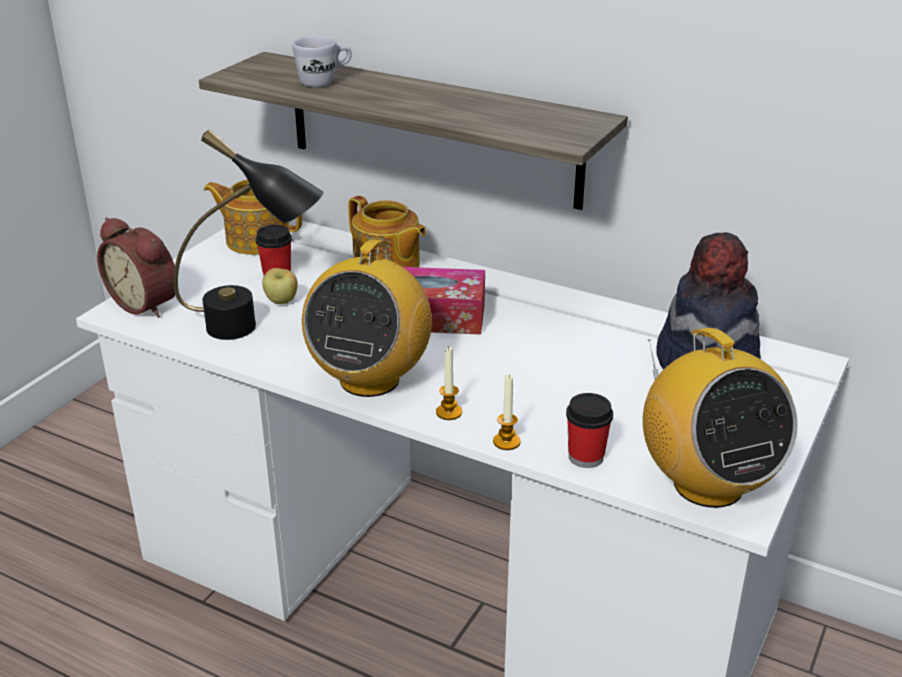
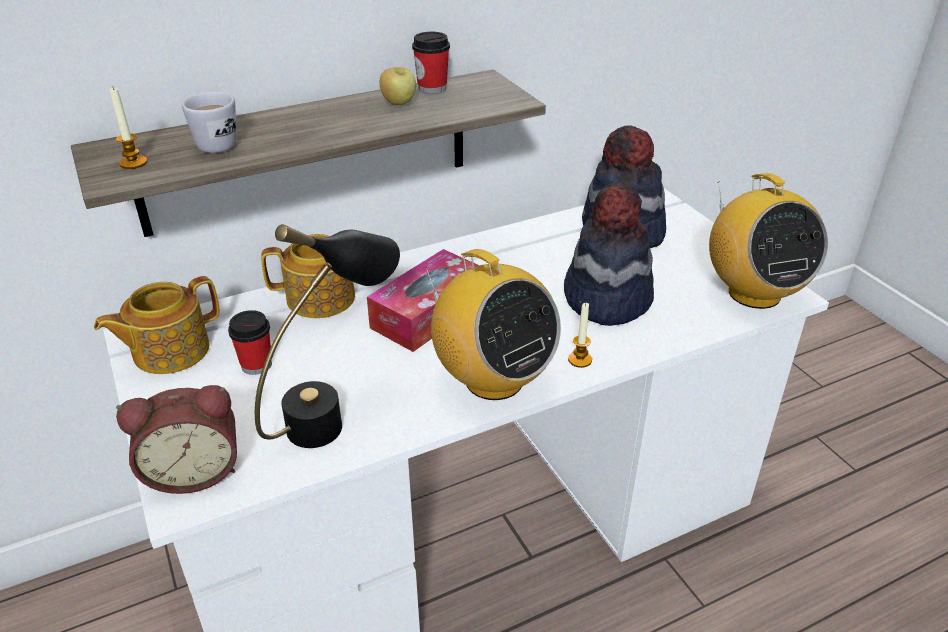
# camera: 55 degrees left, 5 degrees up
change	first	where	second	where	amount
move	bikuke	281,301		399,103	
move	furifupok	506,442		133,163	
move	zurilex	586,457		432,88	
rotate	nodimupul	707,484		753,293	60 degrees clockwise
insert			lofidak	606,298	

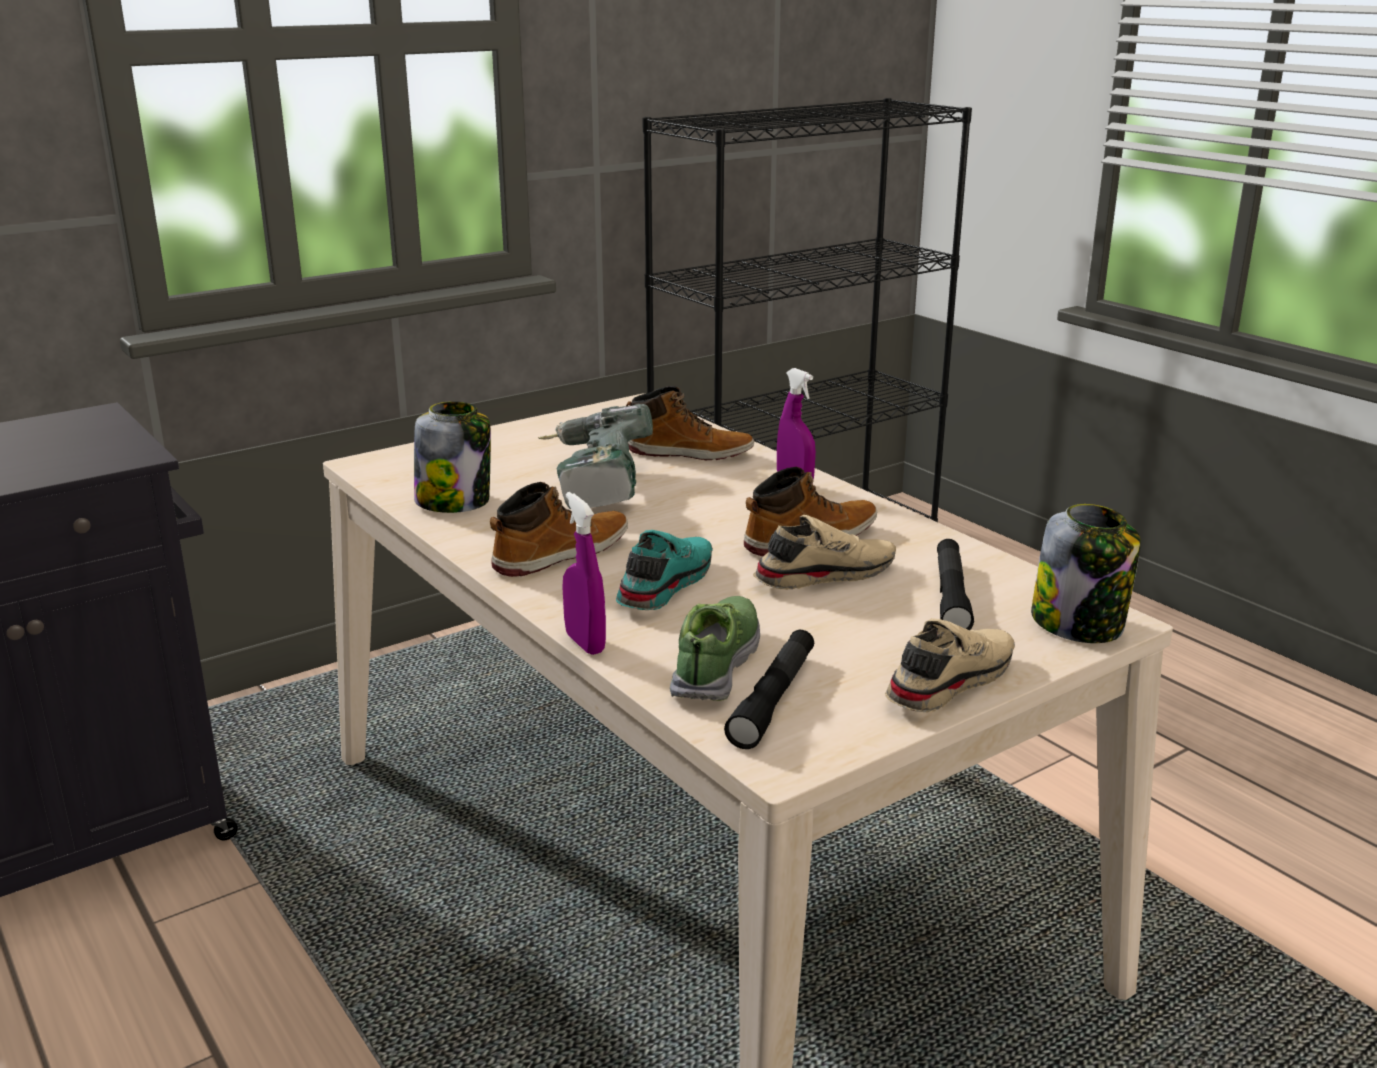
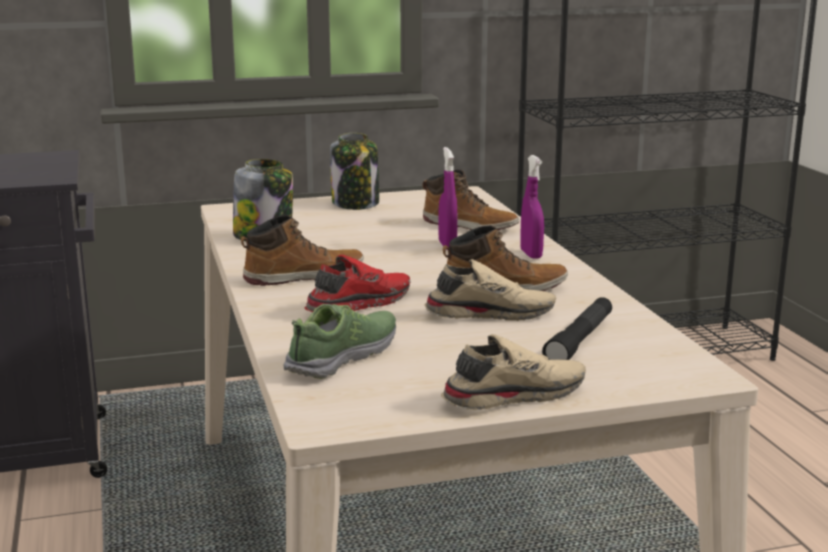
# camera: 20 degrees right, 5 degrees down
change	first	where	second	where	amount
delete	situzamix	592,485			
move	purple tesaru	585,643		447,245	
recolor	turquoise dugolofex	662,585	red dugolofex	357,304	
delete	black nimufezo	773,699			
move	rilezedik	1079,624		356,203	

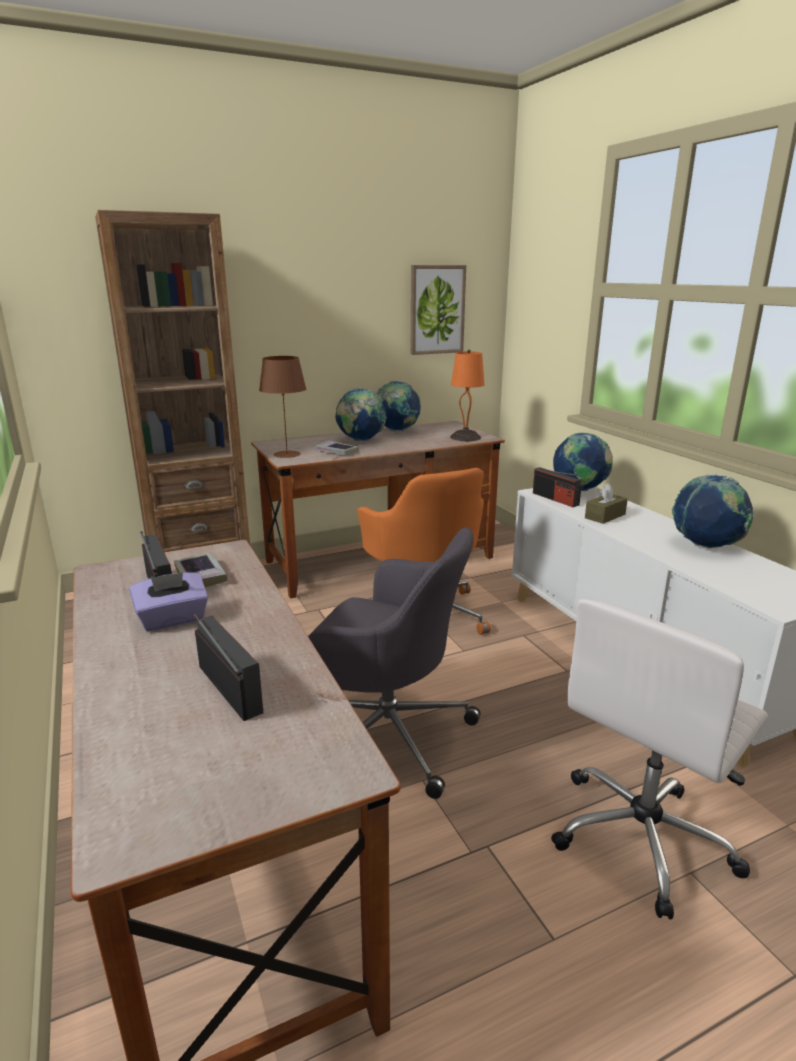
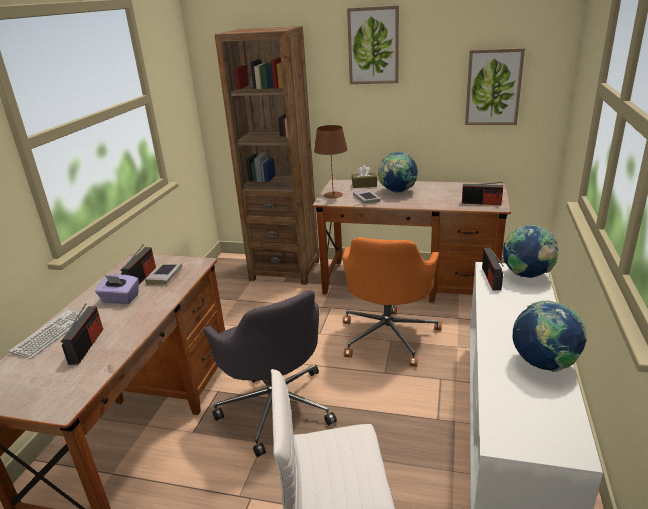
# camera: 40 degrees right, 5 degrees up
change	first	where	second	where	amount
delete	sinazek	396,431			
replace	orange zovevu	465,437	nodimupul	481,203	
move	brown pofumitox	605,516		364,185	
insert			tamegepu	50,334	
insert			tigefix	373,46	

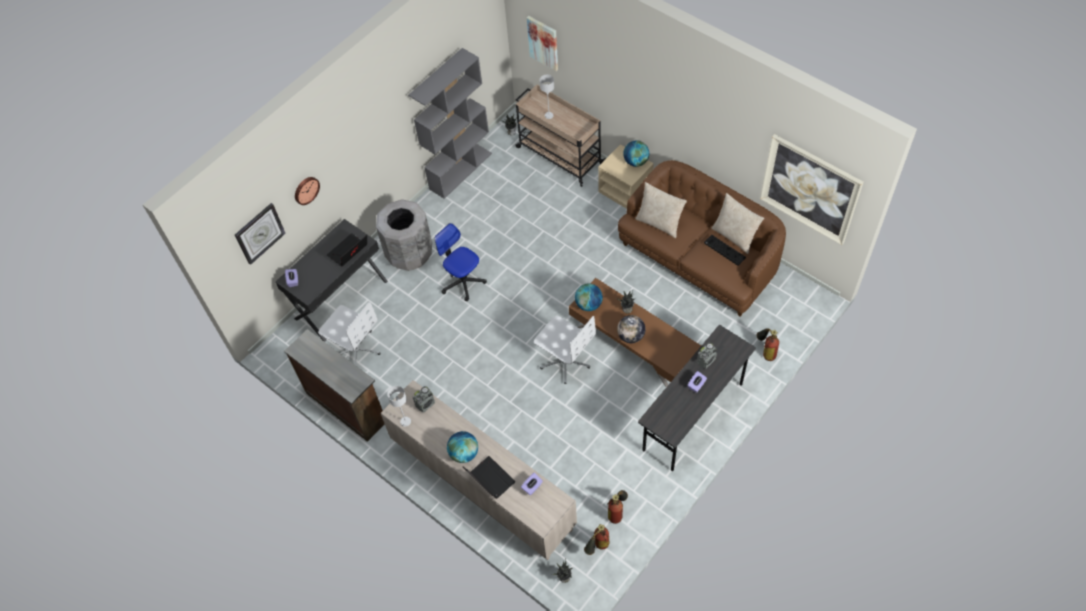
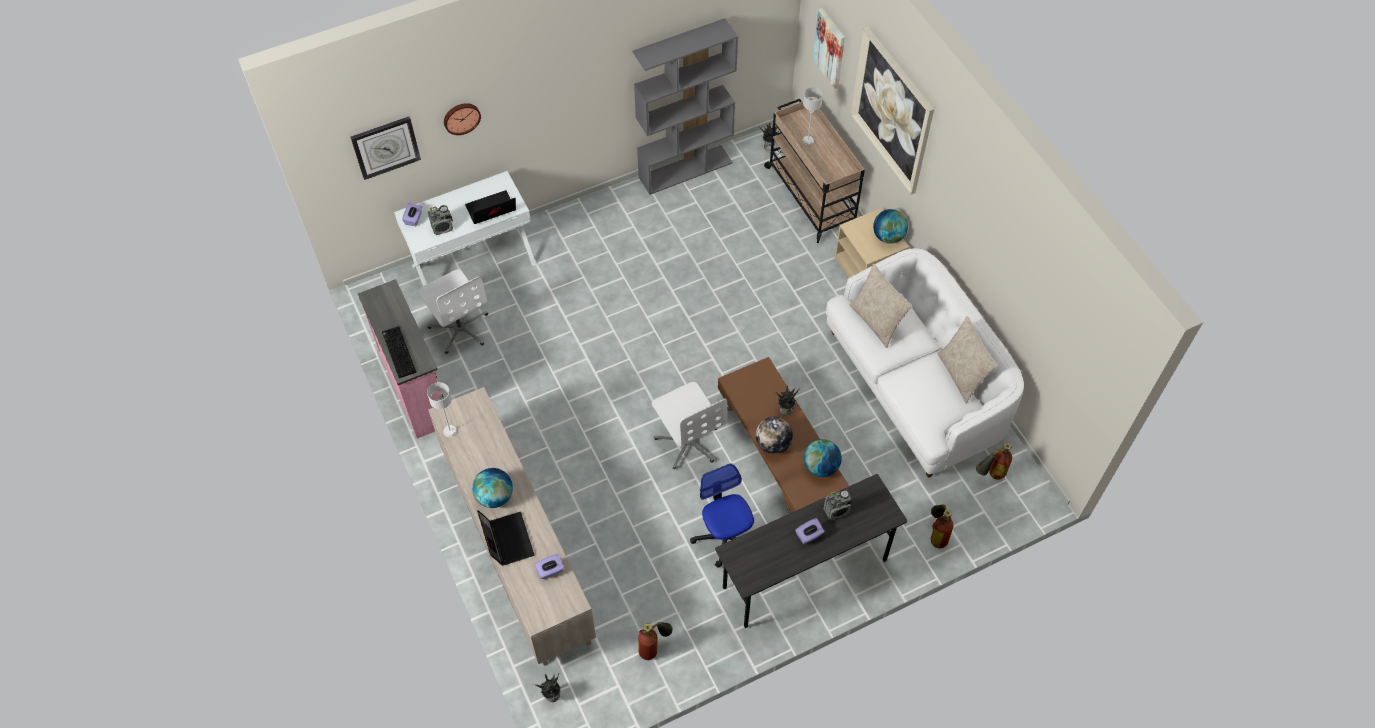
# camera: 20 degrees right, 0 degrees up
change	first	where	second	where	amount
recolor	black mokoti	340,299	white mokoti	473,264	
recolor	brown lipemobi	347,406	pink lipemobi	416,388	
delete	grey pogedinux	409,253			
move	nodimupul	425,404		443,228	
move	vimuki	463,281		725,536	
move	sinazek	588,304		820,467	
move	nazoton	597,548		990,475	
recolor	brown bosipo	699,258	white bosipo	915,386	
move	tamegepu	723,251		398,352	
move	tigefix	810,189		892,111	

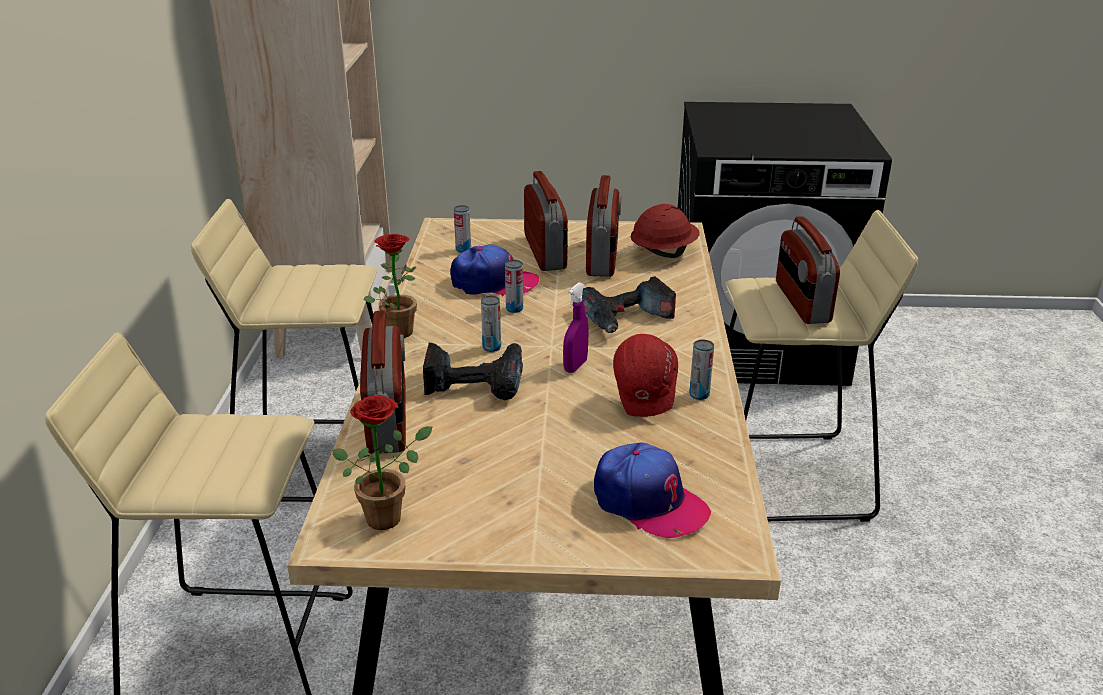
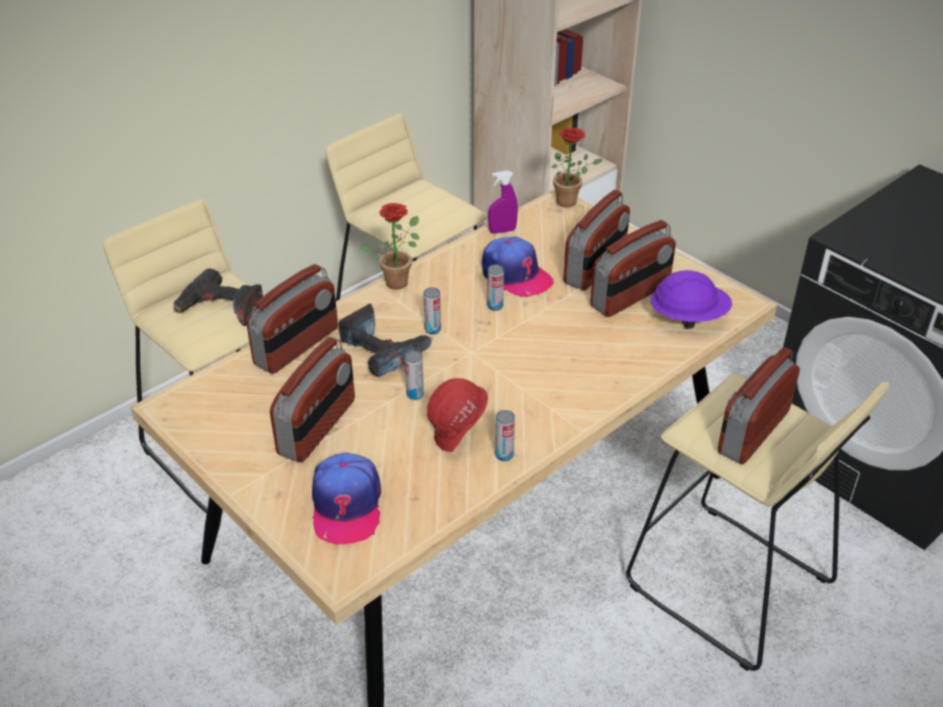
# camera: 45 degrees right, 10 degrees up
change	first	where	second	where	amount
move	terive	390,515		570,202	
move	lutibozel	463,250		415,394	
move	purple tesaru	575,366		502,231	
move	situzamix	627,319		221,308	
recolor	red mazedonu	663,253	purple mazedonu	688,318	
insert			nodimupul	318,427	

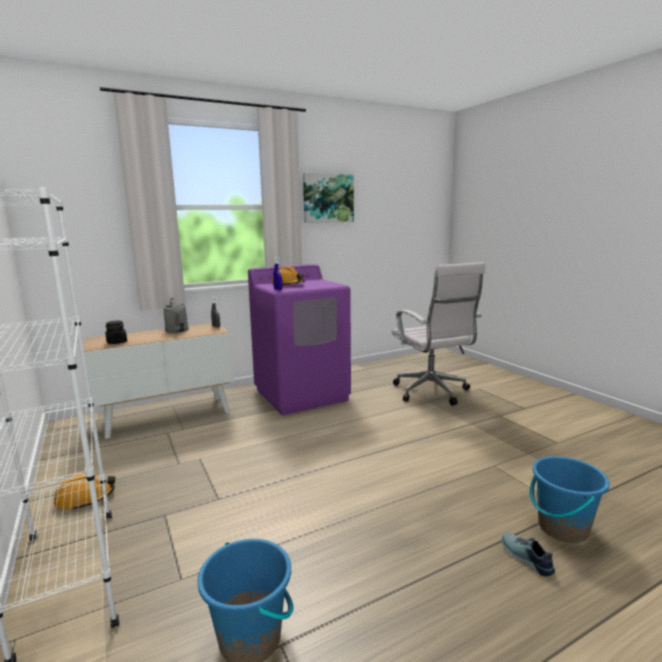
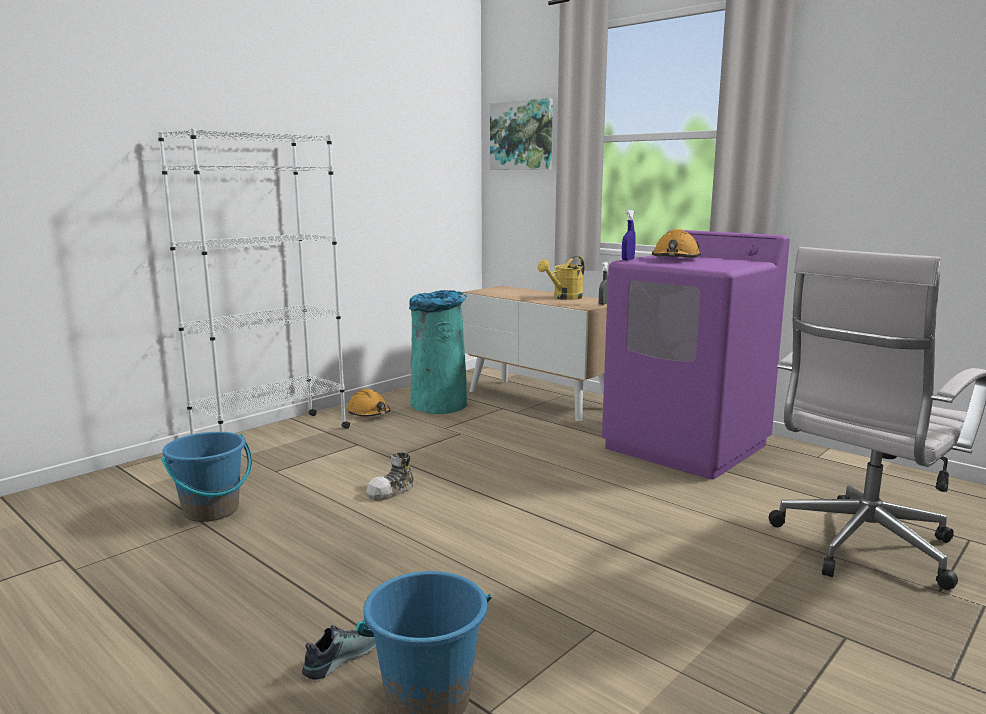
# camera: 70 degrees right, 0 degrees up
change	first	where	second	where	amount
delete	black rilezedik	117,342			
recolor	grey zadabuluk	177,331	yellow zadabuluk	564,298	
move	tigefix	328,198		522,135	
insert			dugolofex	392,491	
insert			turquoise pogedinux	439,404	

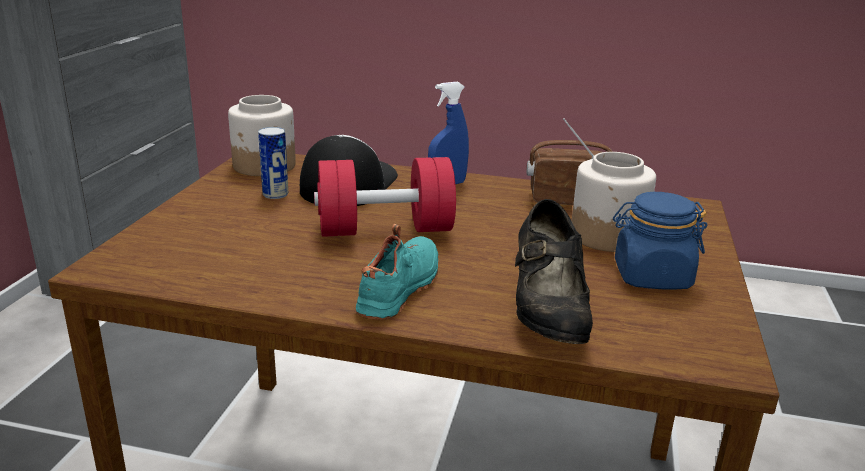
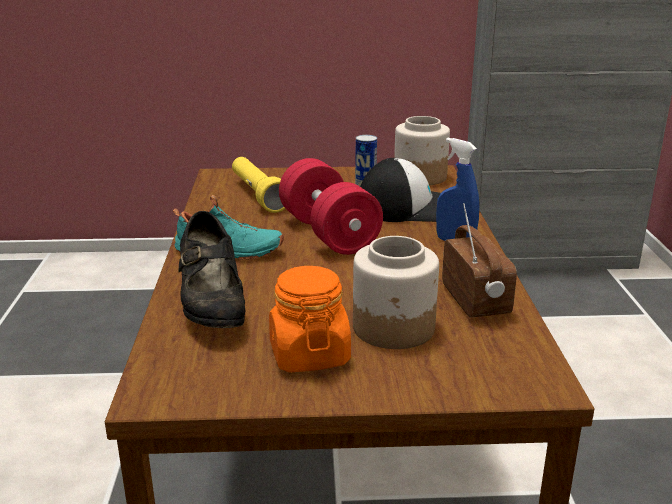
# camera: 75 degrees right, 0 degrees up
change	first	where	second	where	amount
rotate	black dugolofex	547,313		212,308	90 degrees counterclockwise
recolor	blue rilezedik	651,277	orange rilezedik	309,354	
insert			yellow nimufezo	258,195	

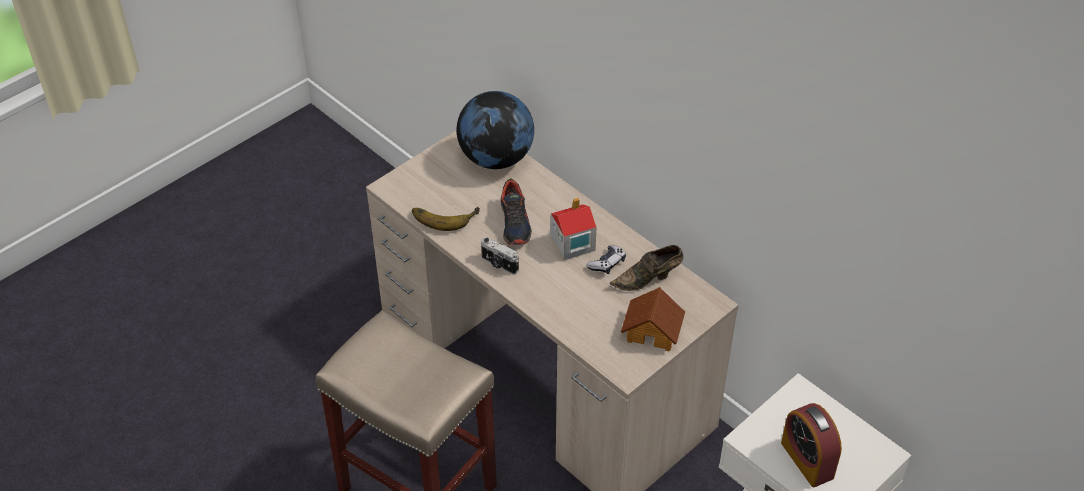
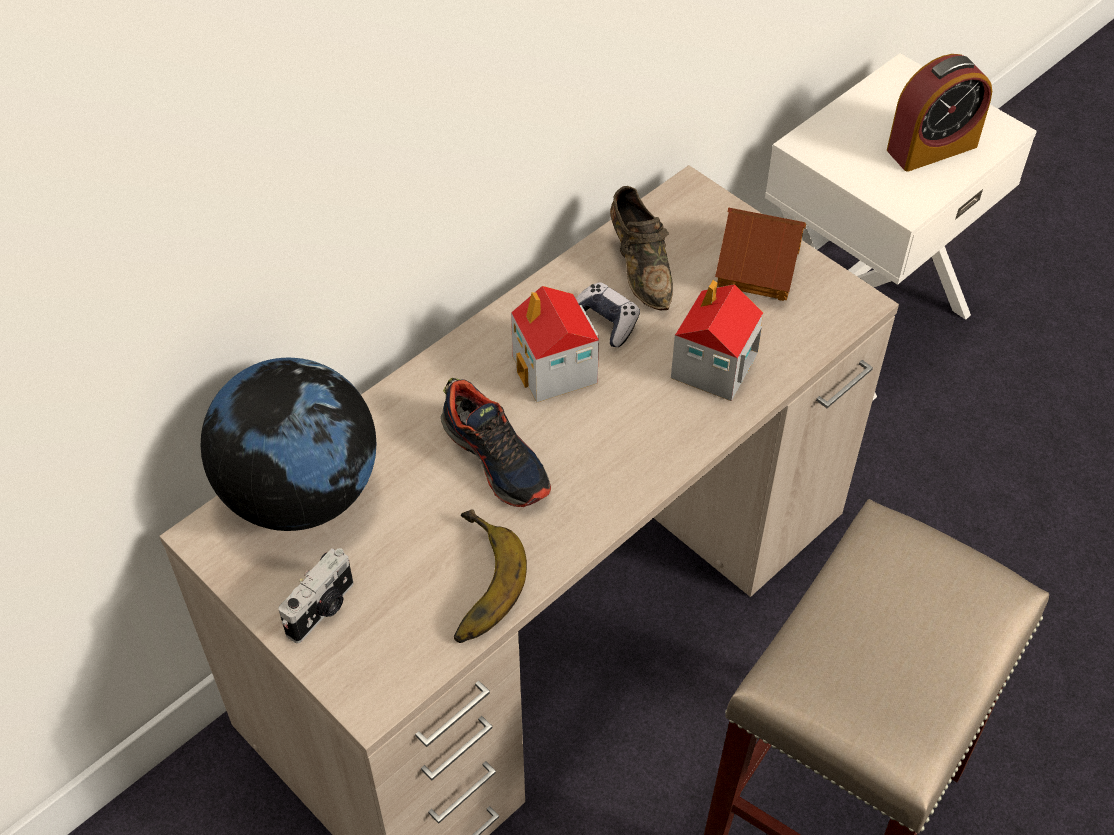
# camera: 90 degrees left, 5 degrees up
change	first	where	second	where	amount
move	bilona	499,264		322,610	
rotate	dugolofex	515,223		496,458	60 degrees clockwise
insert			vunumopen	713,368	

